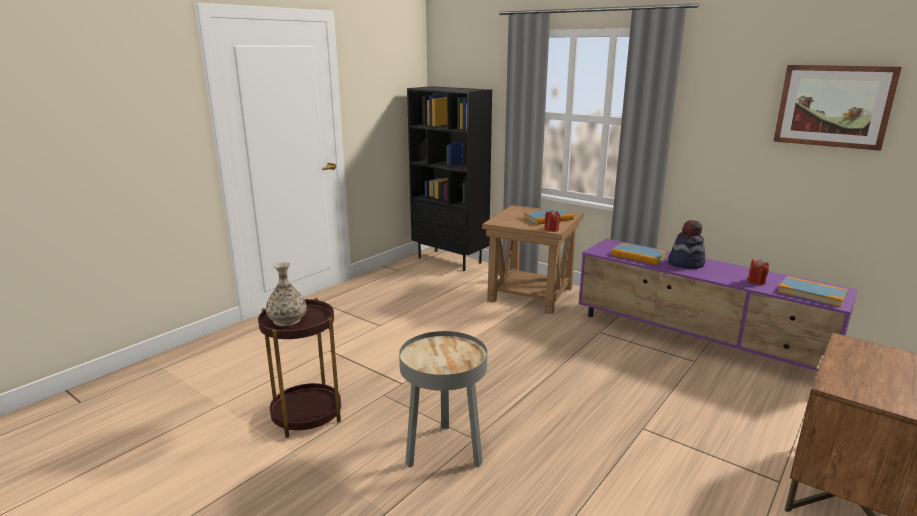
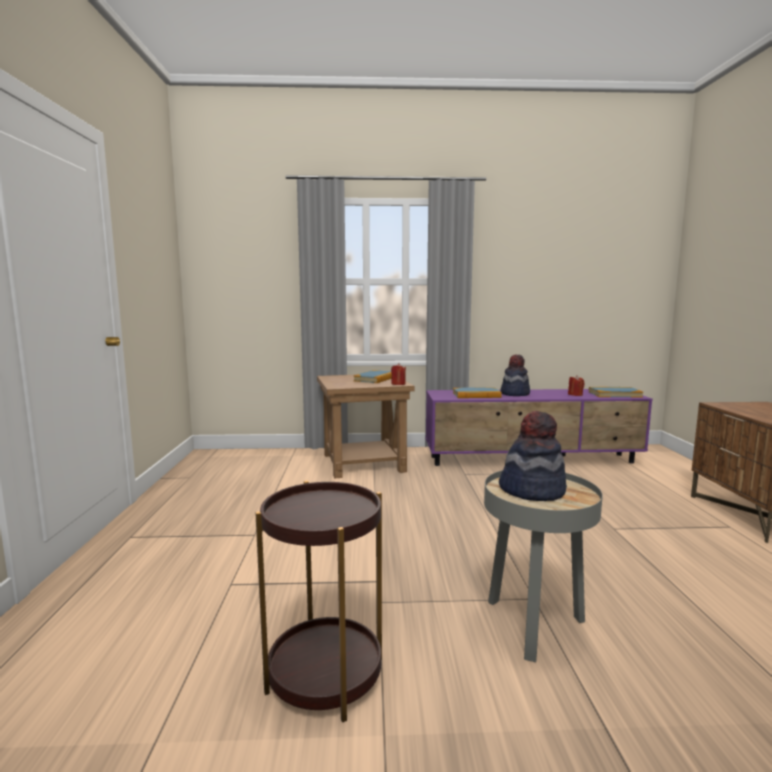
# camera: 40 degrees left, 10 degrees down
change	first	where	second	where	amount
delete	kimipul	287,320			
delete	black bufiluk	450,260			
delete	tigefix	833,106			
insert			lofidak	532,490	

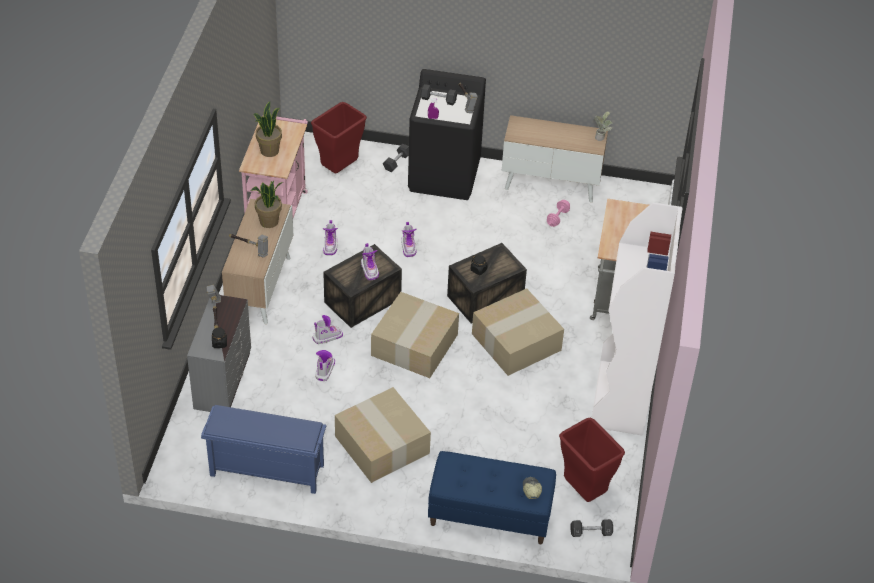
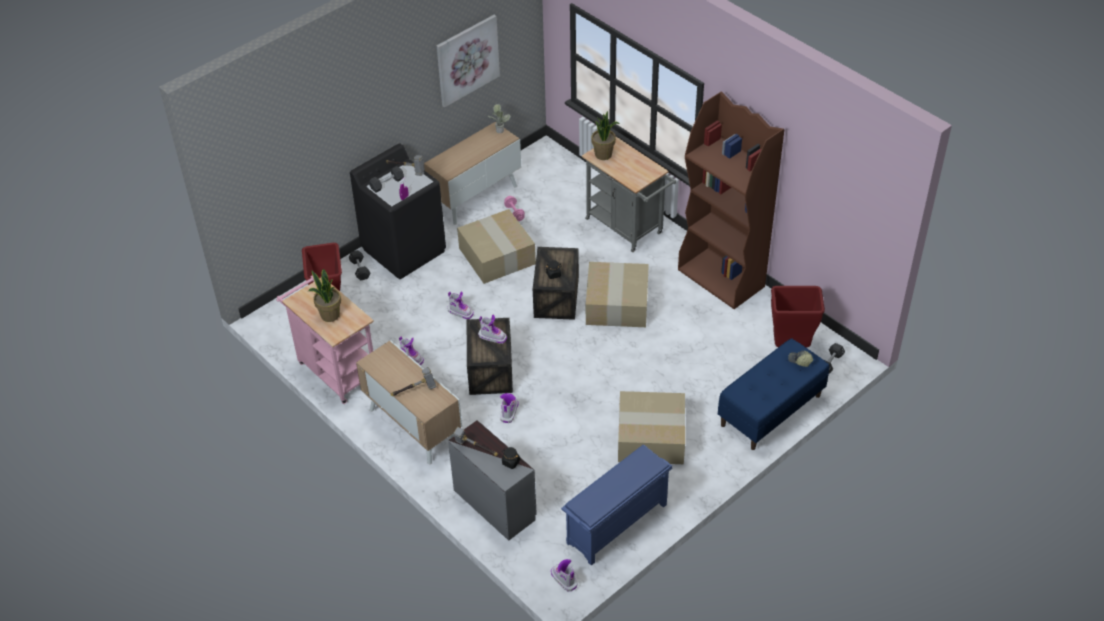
# camera: 50 degrees left, 0 degrees up
change	first	where	second	where	amount
move	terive	269,222		603,155	
move	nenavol	324,370		564,579	
move	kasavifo	415,346		498,256	
recolor	white bufiluk	621,399	brown bufiluk	721,278	
insert			tigefix	467,60	

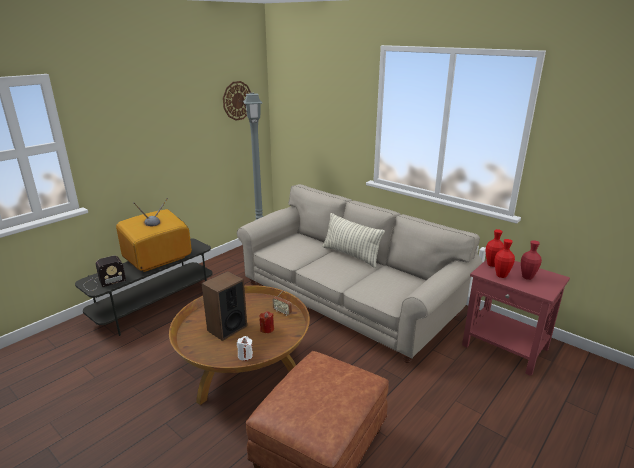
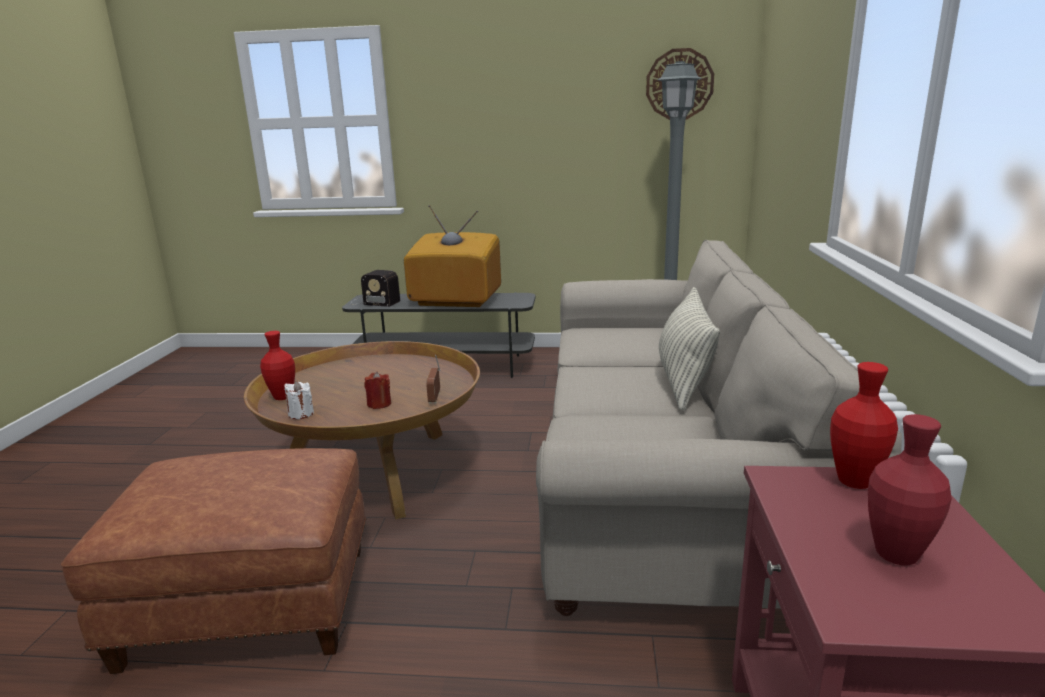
# camera: 55 degrees right, 5 degrees down
change	first	where	second	where	amount
delete	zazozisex	227,328			
move	red kimipul	501,275		283,397	

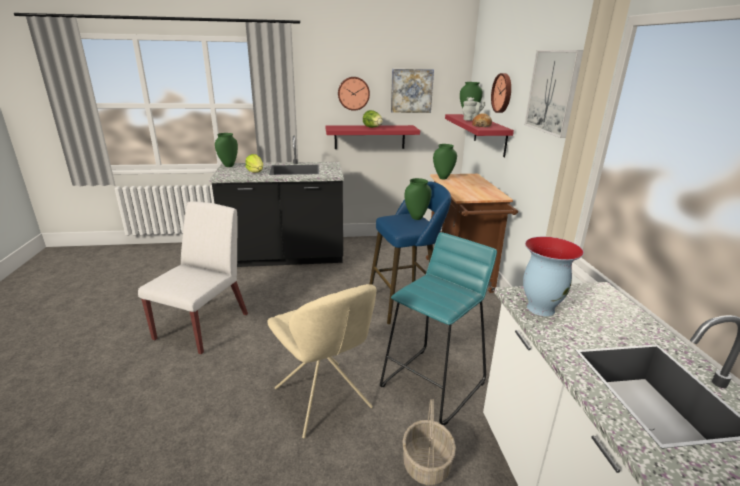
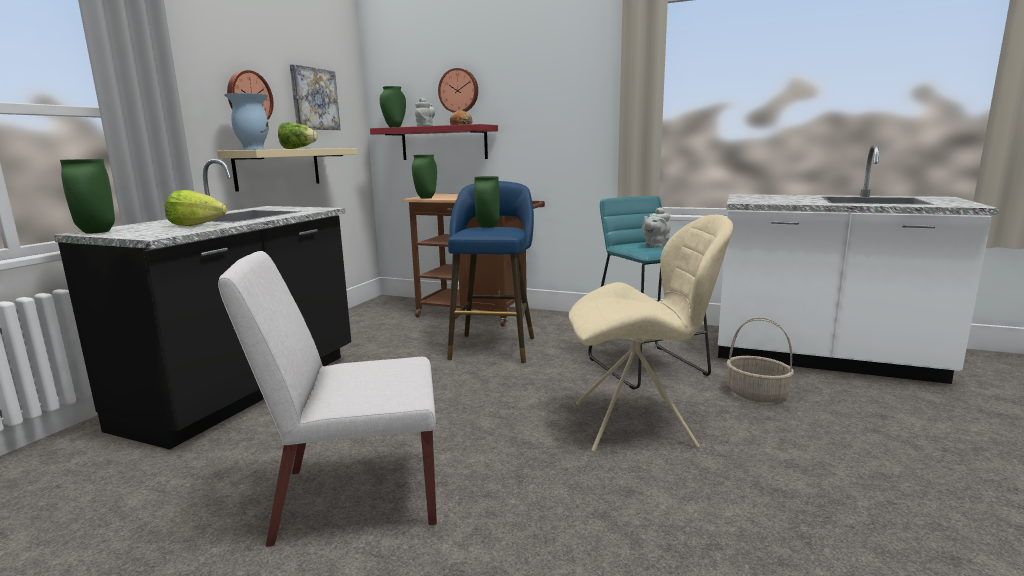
# camera: 60 degrees left, 10 degrees down
change	first	where	second	where	amount
rotate	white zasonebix	203,326		356,497	60 degrees counterclockwise
recolor	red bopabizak	369,137	beige bopabizak	278,168	
move	kimipul	540,308		253,149	
delete	tigefix	553,92			
insert			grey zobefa	655,245	

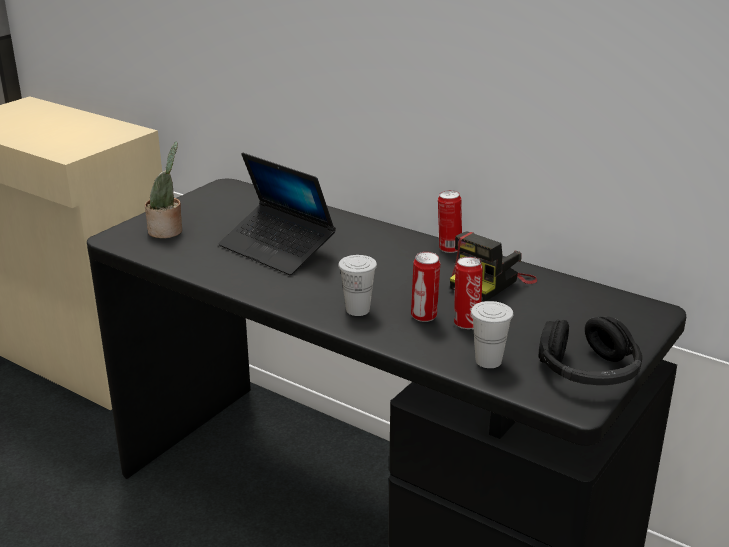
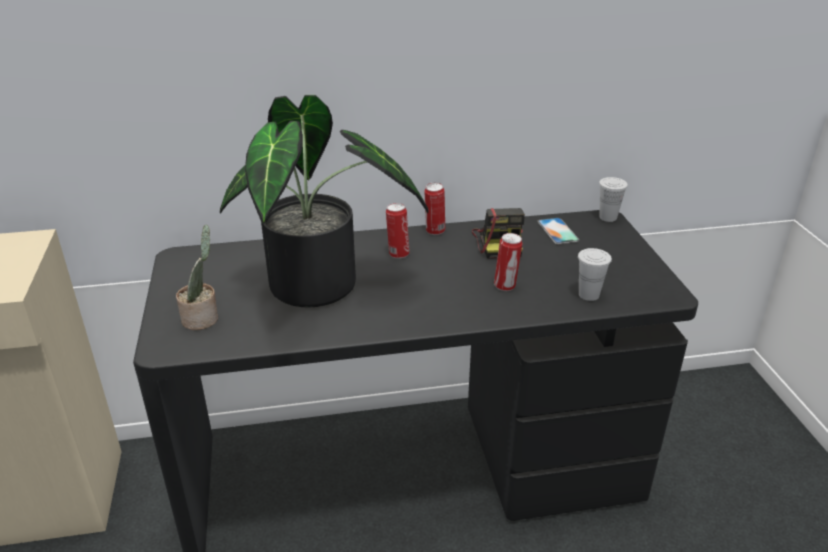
# camera: 45 degrees left, 5 degrees up
change	first	where	second	where	amount
replace	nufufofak	277,249	terive	322,288	
move	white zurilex	357,310		608,217	
move	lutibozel	466,323		398,254	
delete	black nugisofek	588,371			
insert			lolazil	557,231	

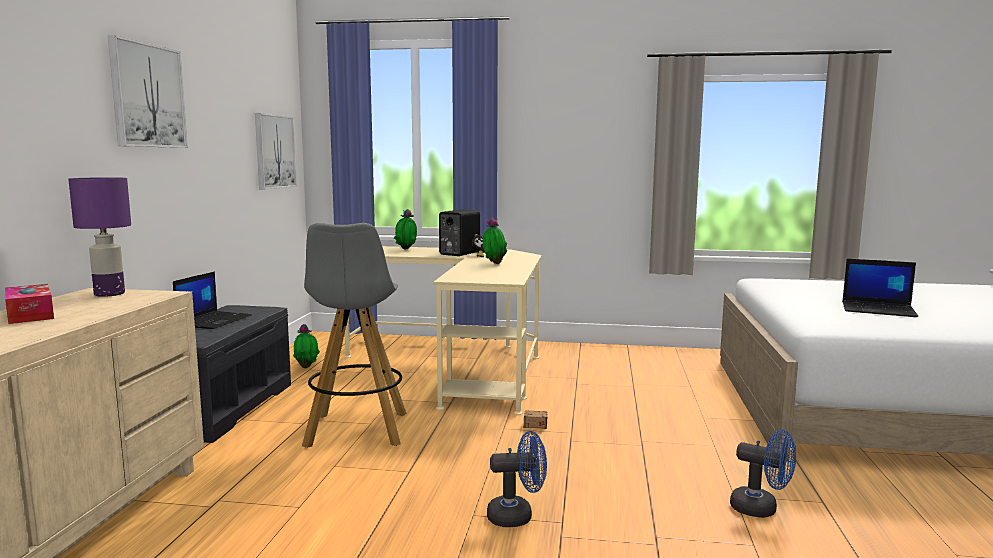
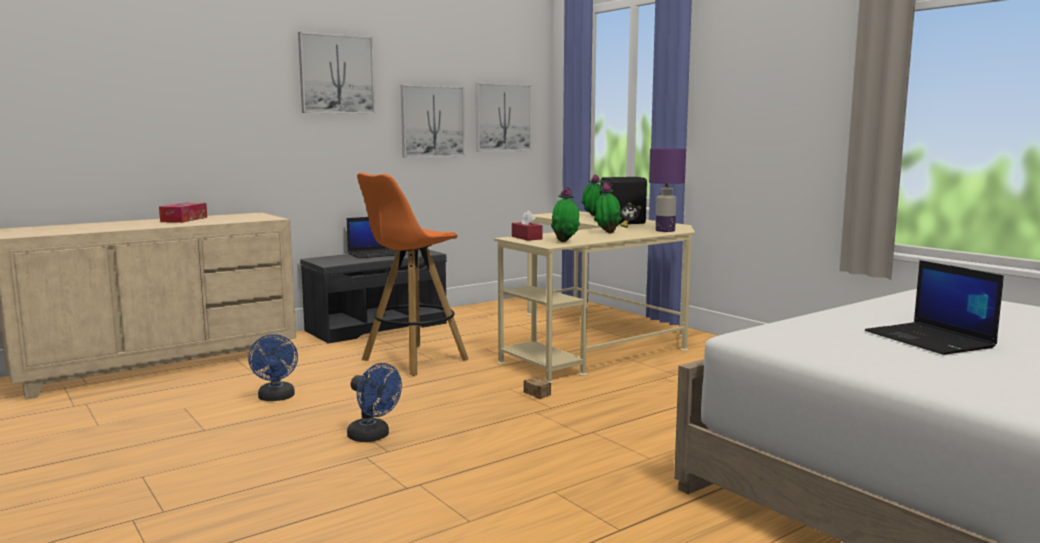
# camera: 45 degrees right, 0 degrees up
change	first	where	second	where	amount
move	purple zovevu	110,294		665,231	
move	terive	307,367		565,241	
recolor	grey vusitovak	357,431	orange vusitovak	413,360	
move	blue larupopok	761,509		276,398	
insert			tigefix	432,121	
insert			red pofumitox	526,238	

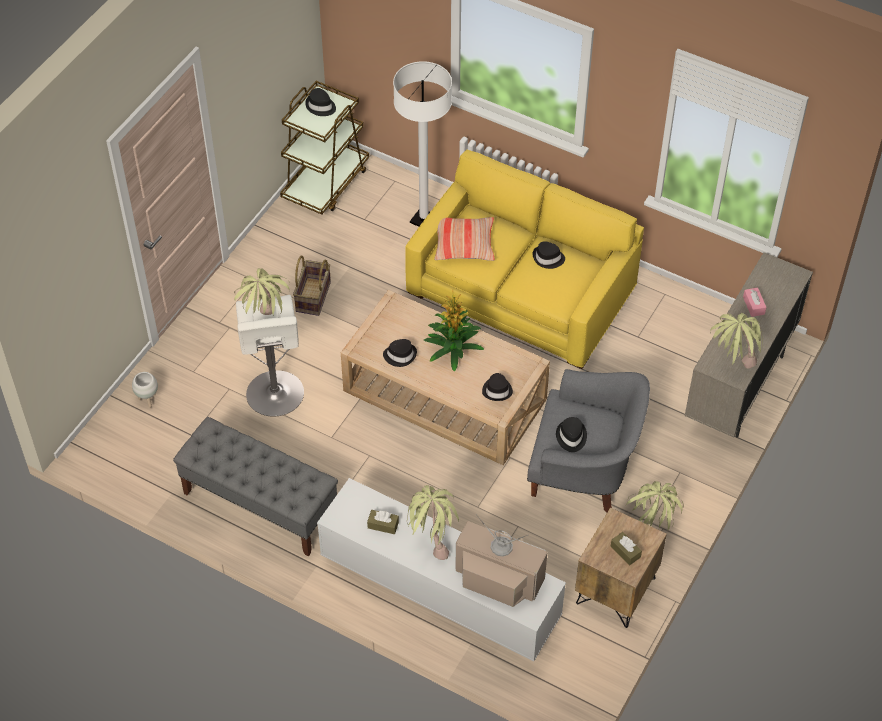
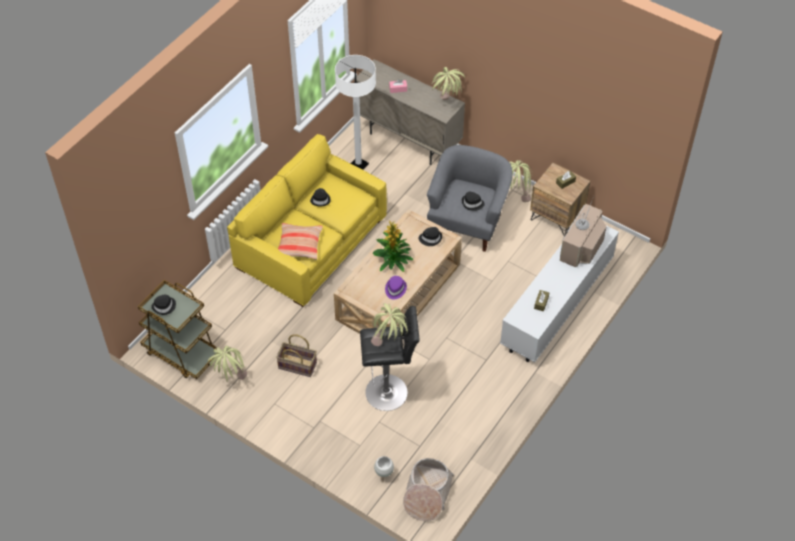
# camera: 85 degrees left, 0 degrees up
change	first	where	second	where	amount
delete	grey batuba	259,504			
recolor	white vusitovak	275,397	black vusitovak	389,392	
recolor	black lofidak	400,355	purple lofidak	395,289	
move	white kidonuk	423,220		358,165	
move	terive	431,542		231,381	
insert			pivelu	427,494	

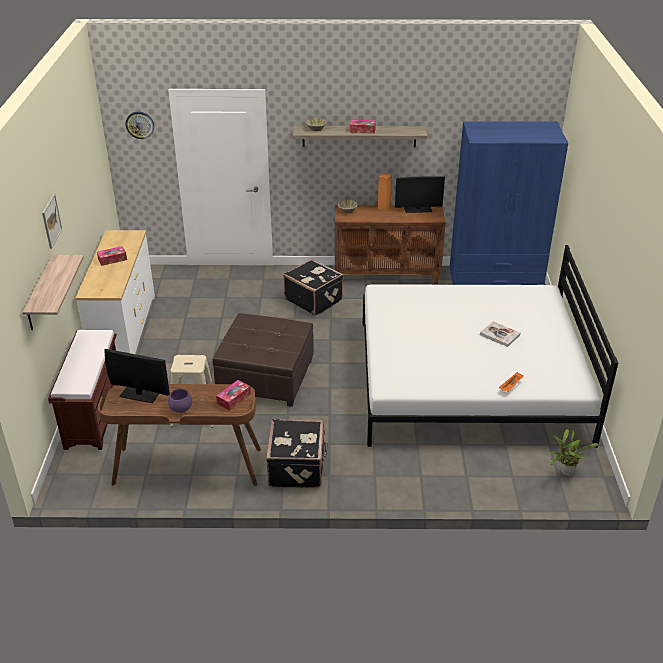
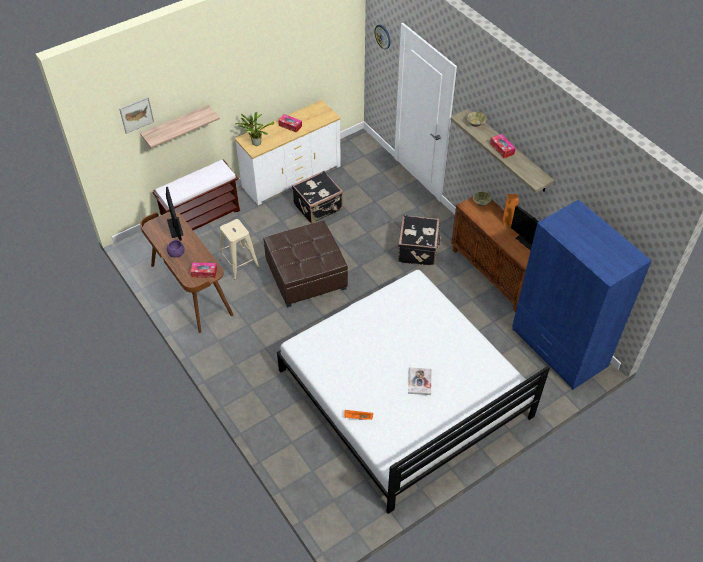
# camera: 55 degrees right, 15 degrees up
change	first	where	second	where	amount
move	tigefix	51,221		136,115	
move	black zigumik	298,468		318,207	
move	terive	565,473		255,143	

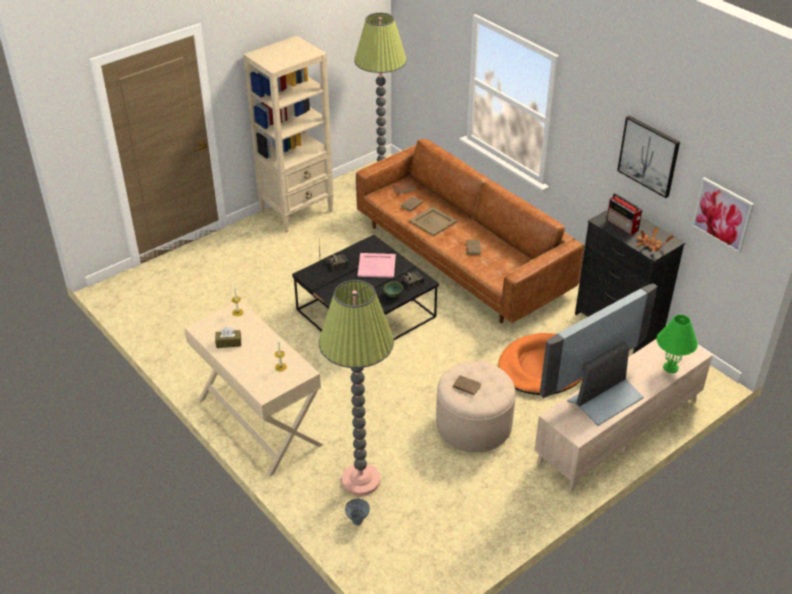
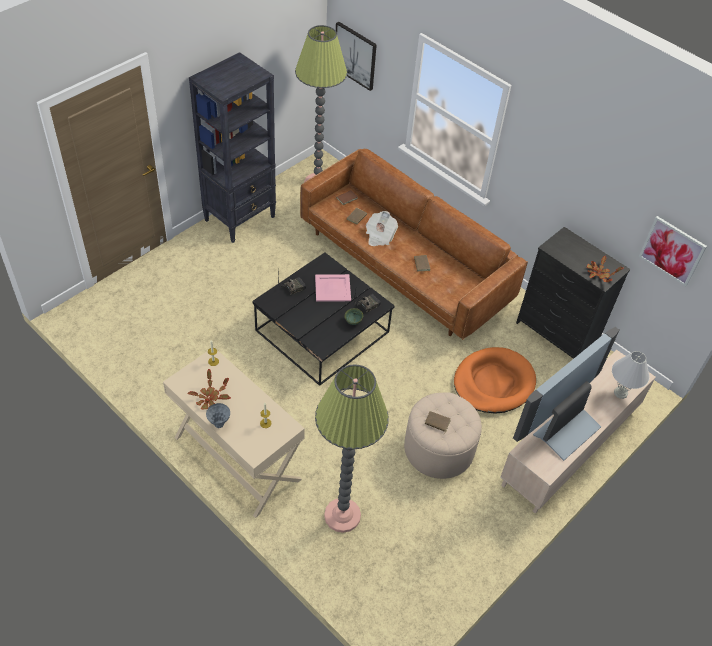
# camera: 10 degrees left, 10 degrees up
change	first	where	second	where	amount
replace	brown pofumitox	228,343	terive	210,398	
recolor	beige bufiluk	297,212	black bufiluk	240,218	
move	grey kimipul	357,521		219,424	
replace	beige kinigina	433,222	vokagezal	379,236	
delete	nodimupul	623,225			
move	tigefix	649,156		355,55	
recolor	green zovevu	670,367	white zovevu	620,392	

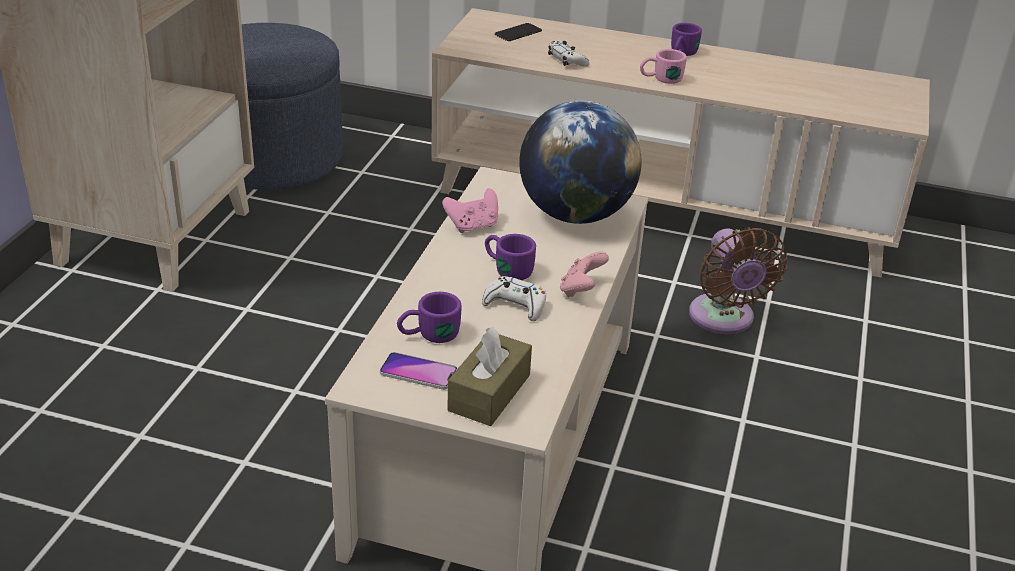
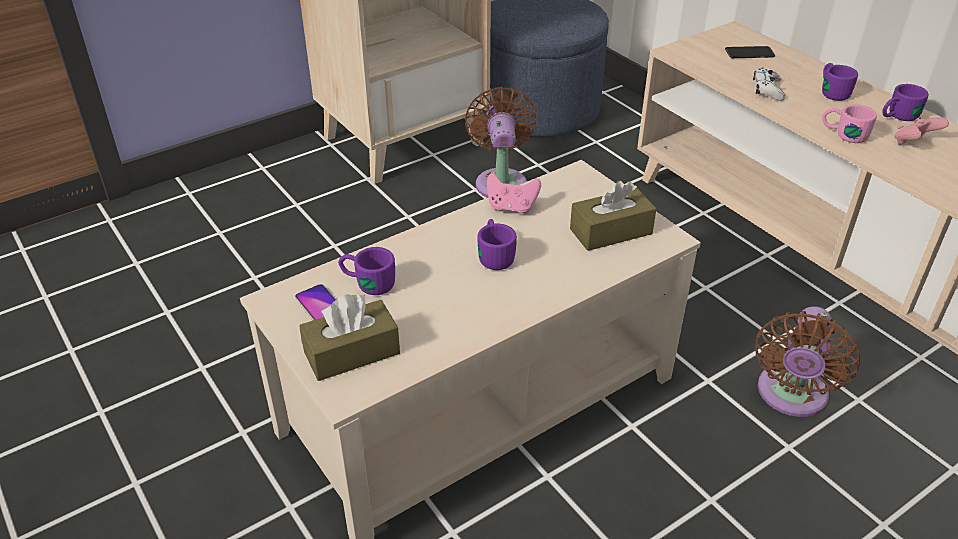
# camera: 40 degrees right, 5 degrees up
change	first	where	second	where	amount
delete	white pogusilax	515,305			
replace	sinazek	575,214	brown pofumitox	611,231	
move	pink pogusilax	581,290		913,144	
insert			brown larupopok	501,181	
insert			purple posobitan	831,91	

